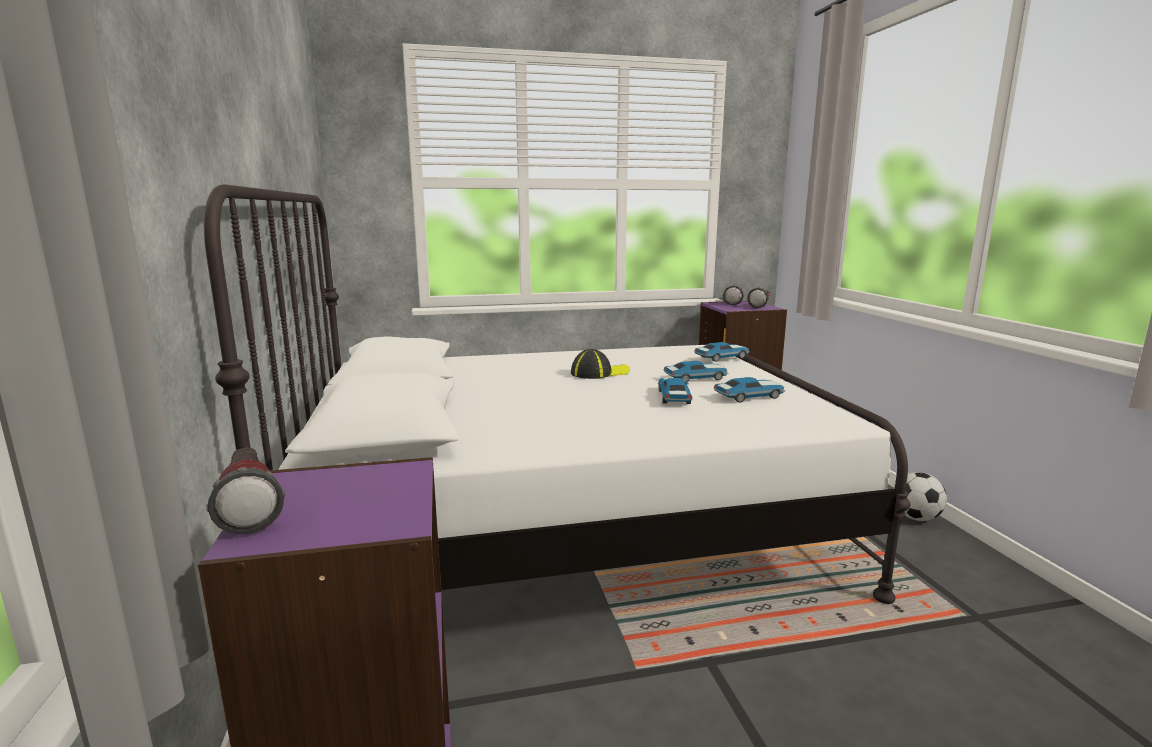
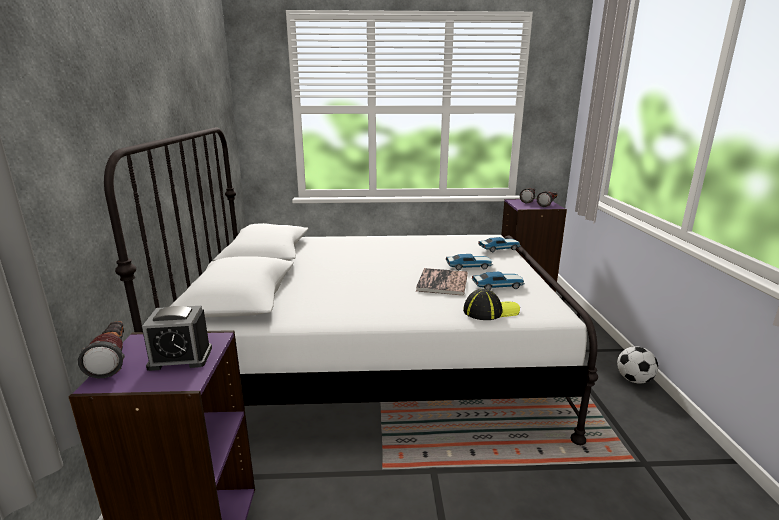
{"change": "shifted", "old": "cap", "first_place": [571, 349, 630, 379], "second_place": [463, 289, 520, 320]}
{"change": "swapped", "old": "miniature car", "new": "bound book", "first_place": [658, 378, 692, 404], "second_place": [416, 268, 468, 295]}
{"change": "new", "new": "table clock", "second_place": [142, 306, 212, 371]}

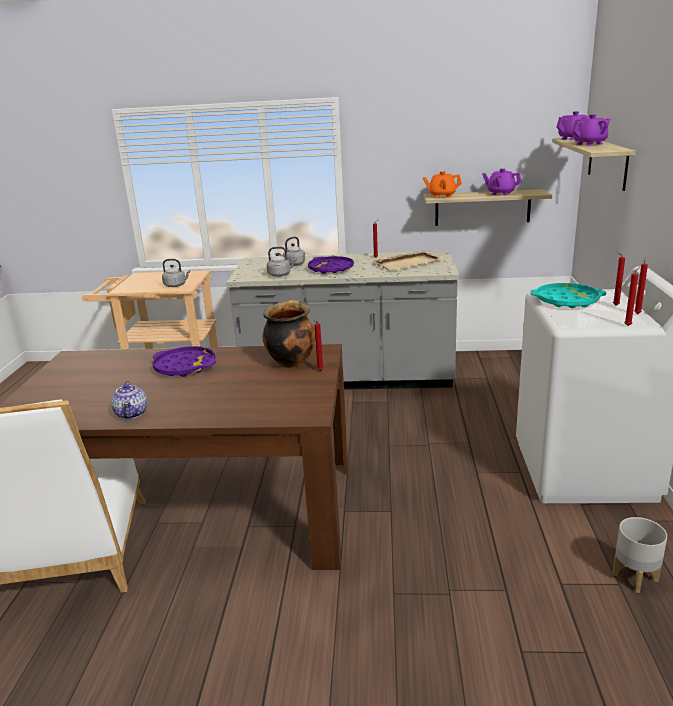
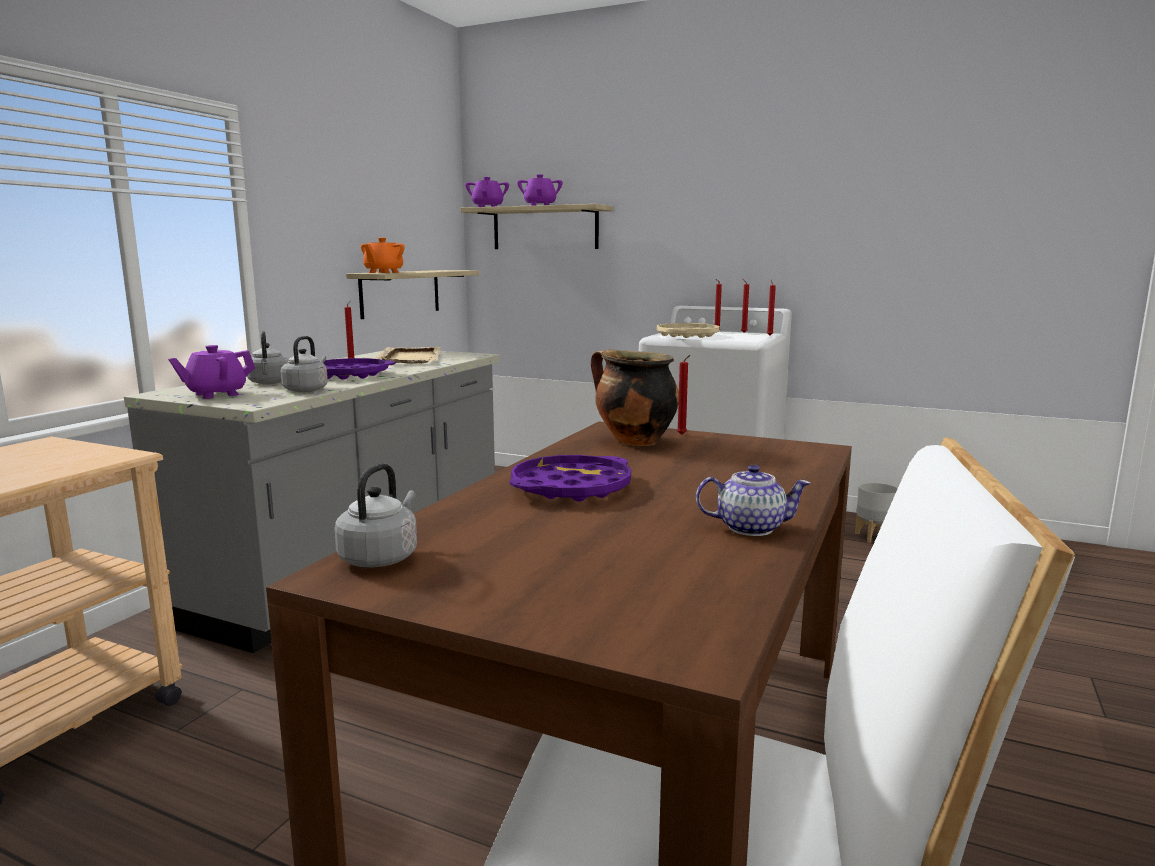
{"change": "shifted", "old": "purple tea pot", "first_place": [482, 168, 522, 195], "second_place": [168, 345, 255, 399]}
{"change": "shifted", "old": "greyish kettle", "first_place": [162, 259, 190, 287], "second_place": [334, 463, 417, 568]}
{"change": "repainted", "old": "blue-green carrying tray", "new": "beige carrying tray", "first_place": [530, 283, 606, 308], "second_place": [656, 323, 720, 338]}

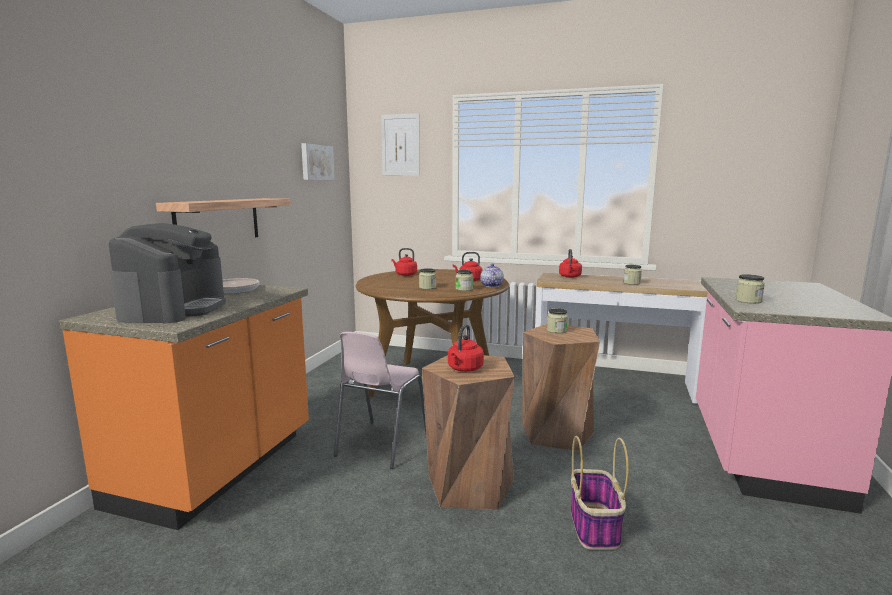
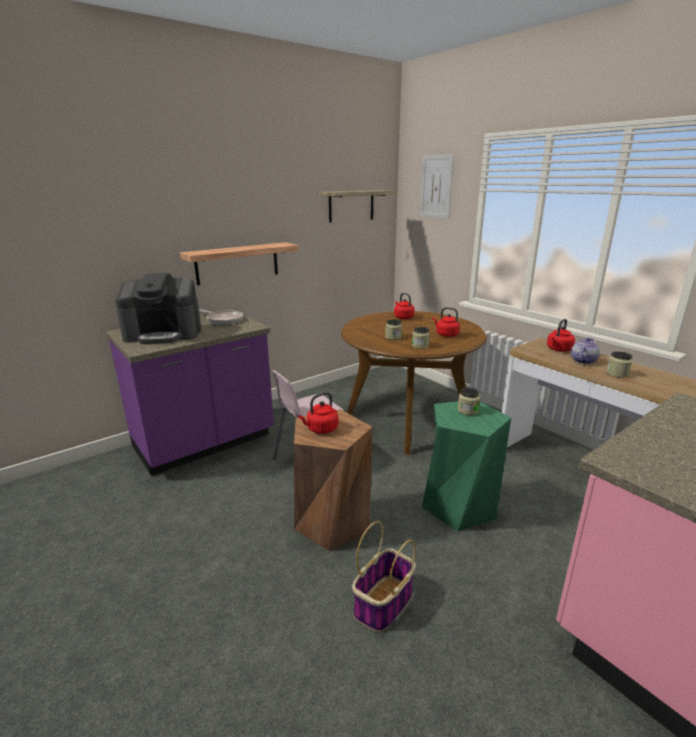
{"change": "swapped", "old": "picture", "new": "bracket shelf", "first_place": [301, 143, 335, 180], "second_place": [320, 190, 397, 223]}
{"change": "rotated", "old": "coffee machine", "first_place": [109, 223, 226, 323], "second_place": [116, 273, 202, 344], "degrees": 45}
{"change": "shifted", "old": "tea pot", "first_place": [480, 263, 504, 287], "second_place": [571, 338, 600, 364]}
{"change": "gone", "old": "jar", "first_place": [735, 274, 765, 304]}
{"change": "repainted", "old": "orangey counter", "new": "purple counter", "first_place": [59, 285, 309, 530], "second_place": [106, 309, 274, 476]}
{"change": "repainted", "old": "brownish stool", "new": "greenish stool", "first_place": [522, 324, 600, 451], "second_place": [422, 401, 511, 531]}

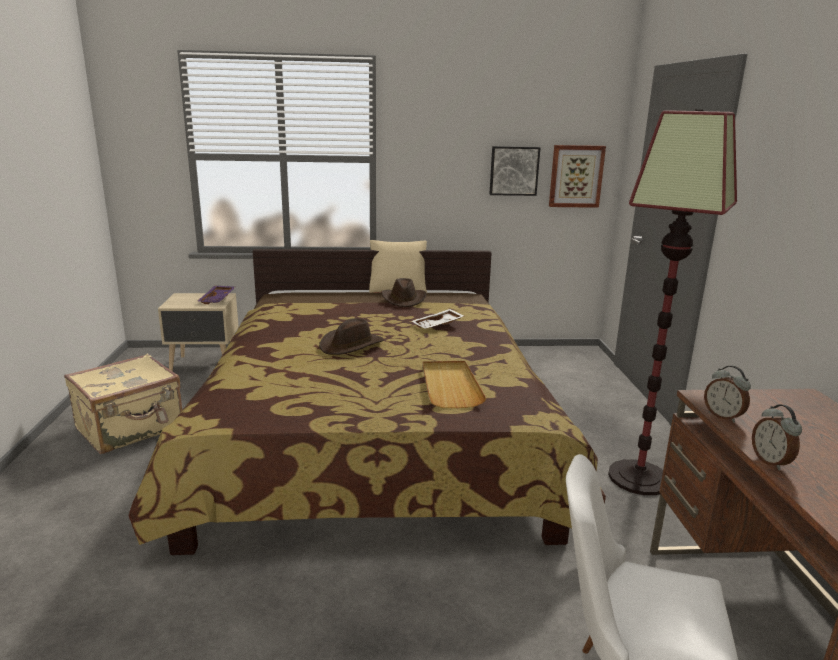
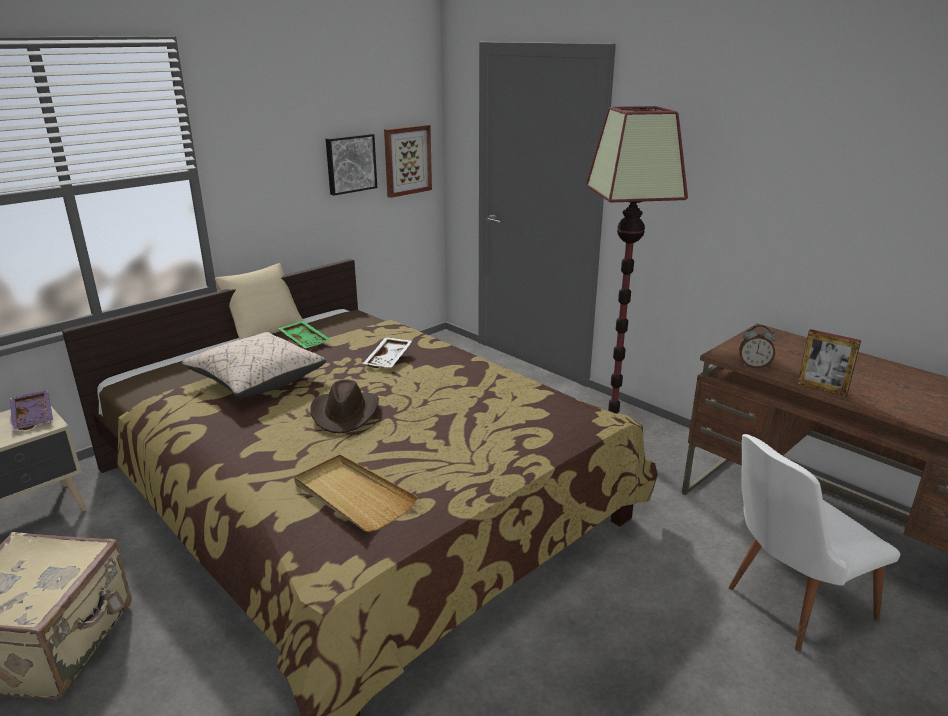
{"change": "swapped", "old": "brownish wearable hat", "new": "greenish carrying tray", "first_place": [382, 278, 426, 307], "second_place": [278, 321, 331, 349]}
{"change": "shifted", "old": "beige carrying tray", "first_place": [422, 361, 487, 408], "second_place": [294, 454, 417, 532]}
{"change": "swapped", "old": "table clock", "new": "picture frame", "first_place": [752, 405, 802, 470], "second_place": [797, 329, 861, 397]}
{"change": "new", "new": "beige pillow", "second_place": [182, 332, 326, 398]}

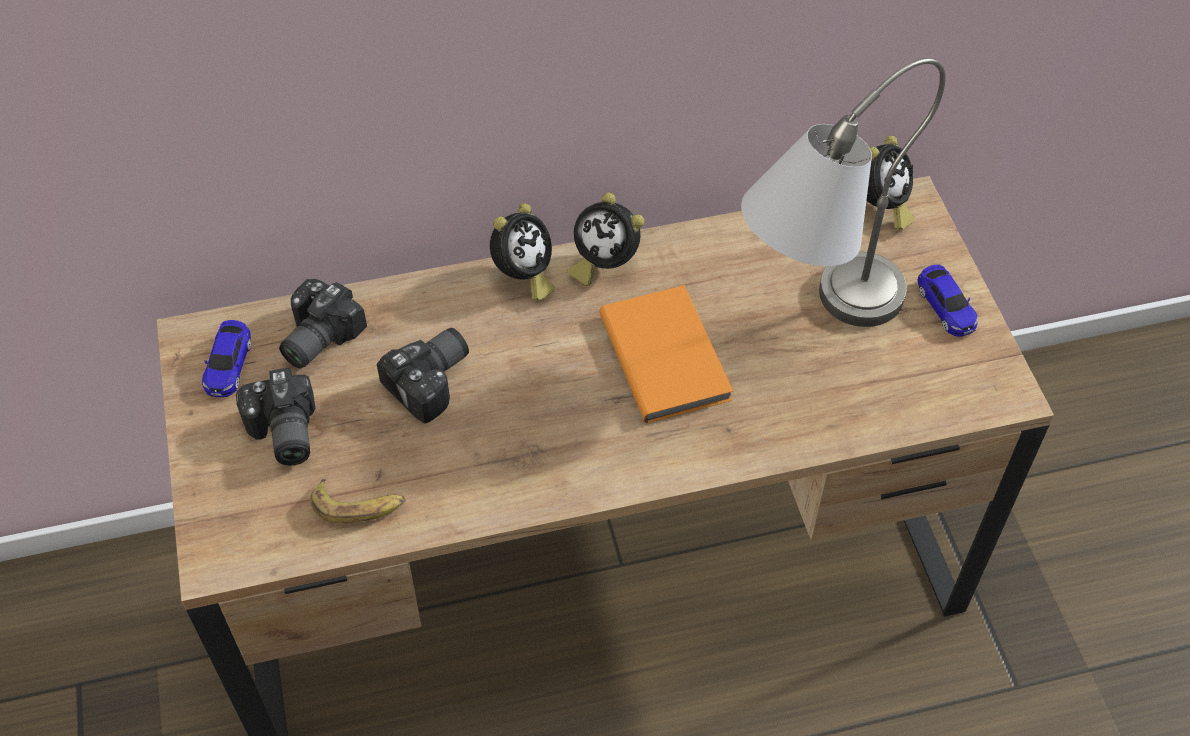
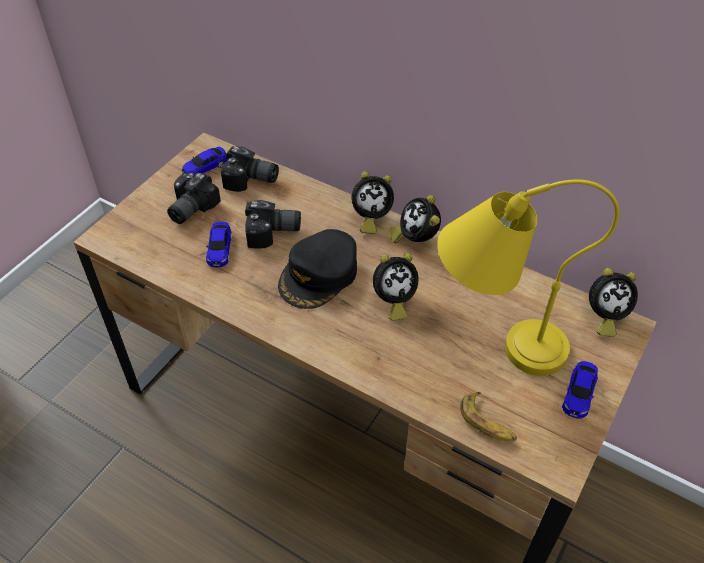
{"change": "repainted", "old": "greyish tabletop lamp", "new": "yellowish tabletop lamp", "first_place": [741, 58, 946, 327], "second_place": [437, 180, 619, 376]}
{"change": "rotated", "old": "photo camera", "first_place": [279, 279, 367, 369], "second_place": [221, 146, 279, 192], "degrees": -150}
{"change": "swapped", "old": "orangey bound book", "new": "table clock", "first_place": [599, 285, 733, 423], "second_place": [373, 253, 419, 320]}
{"change": "shifted", "old": "whole banana", "first_place": [310, 478, 406, 523], "second_place": [460, 392, 517, 441]}
{"change": "new", "new": "miniature car", "second_place": [206, 222, 232, 267]}
{"change": "new", "new": "black-coloured cap", "second_place": [278, 229, 357, 309]}

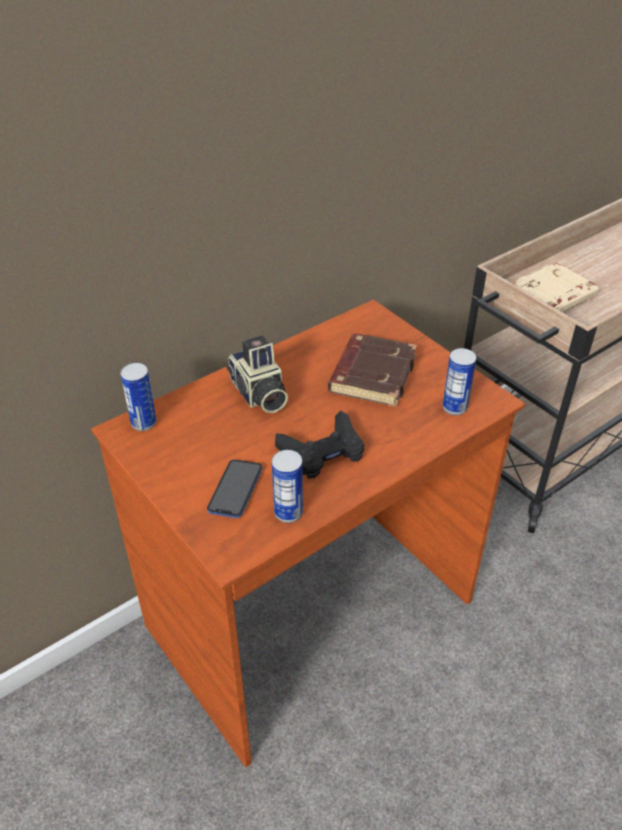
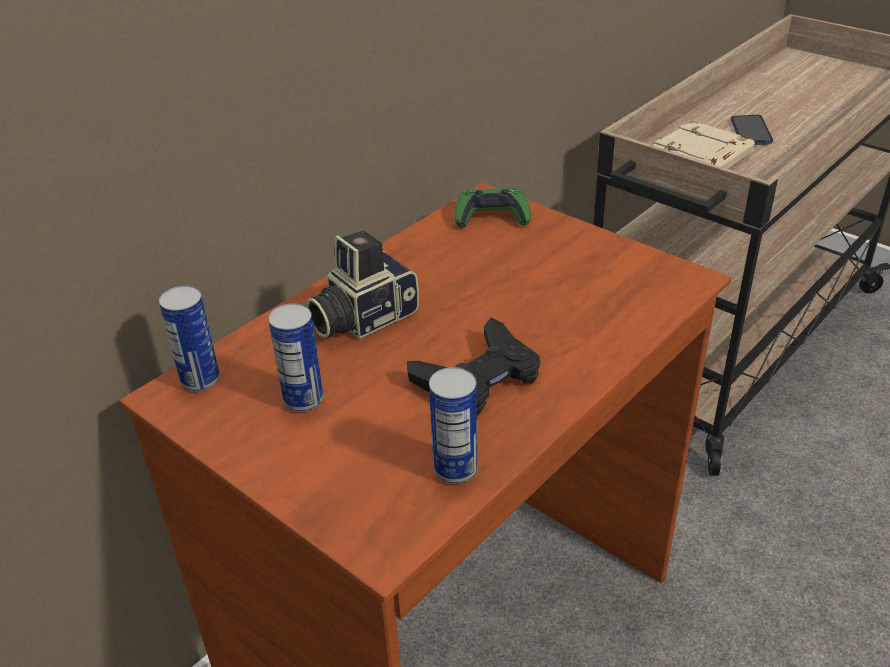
{"change": "gone", "old": "brownish bound book", "first_place": [328, 334, 417, 407]}
{"change": "rotated", "old": "photo camera", "first_place": [226, 335, 288, 413], "second_place": [305, 231, 419, 339], "degrees": 90}
{"change": "shifted", "old": "sealed can", "first_place": [442, 348, 476, 415], "second_place": [268, 303, 323, 412]}
{"change": "shifted", "old": "phone", "first_place": [207, 460, 263, 518], "second_place": [731, 115, 773, 145]}
{"change": "new", "new": "greenish game controller", "second_place": [454, 188, 531, 228]}

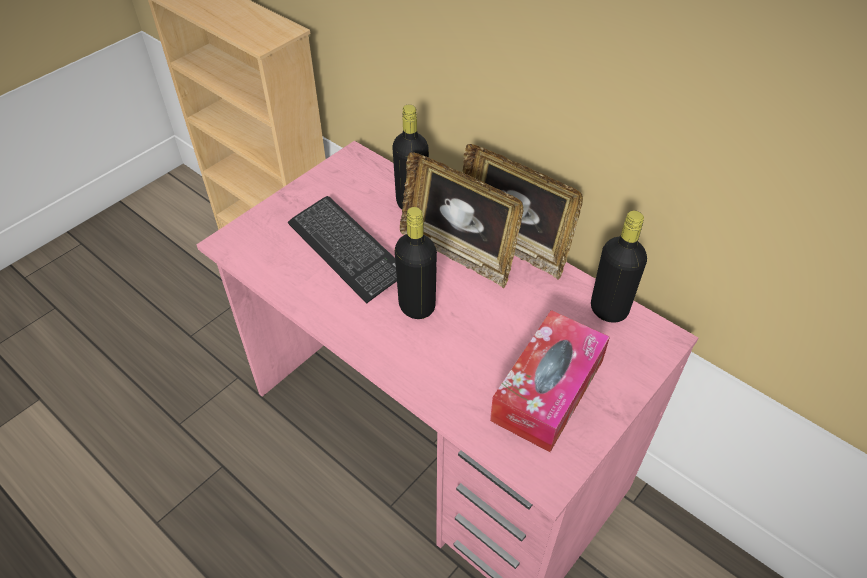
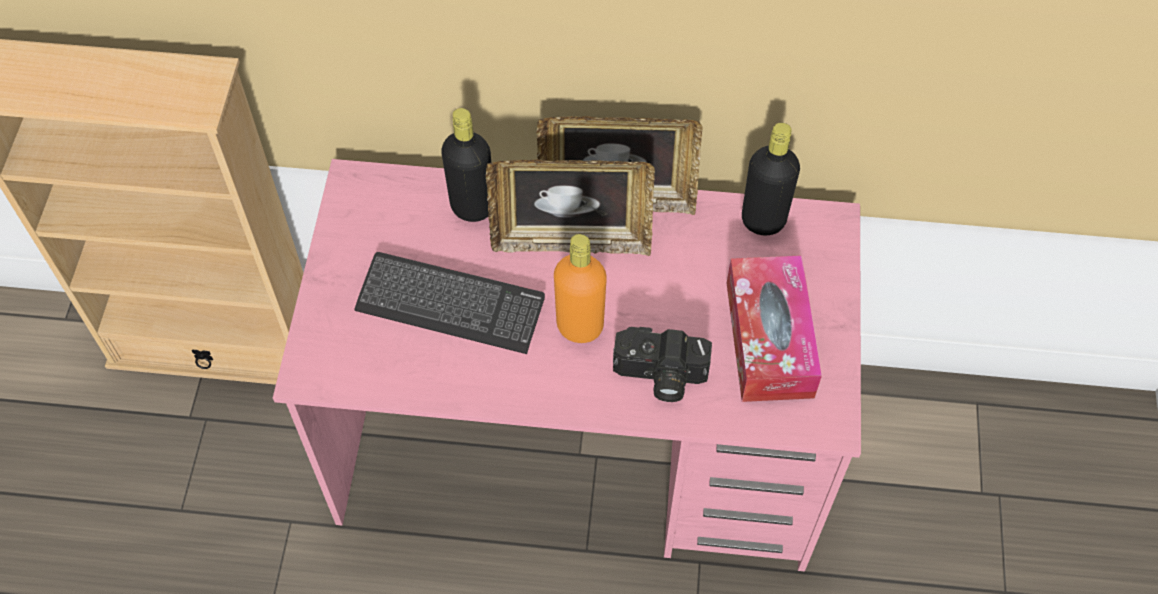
{"change": "repainted", "old": "black-coloured beverage bottle", "new": "orangey beverage bottle", "first_place": [395, 207, 437, 319], "second_place": [554, 234, 607, 343]}
{"change": "new", "new": "photo camera", "second_place": [613, 327, 712, 402]}

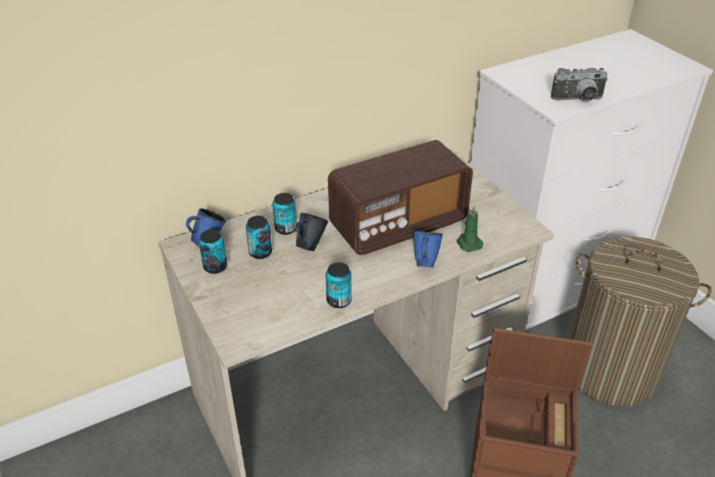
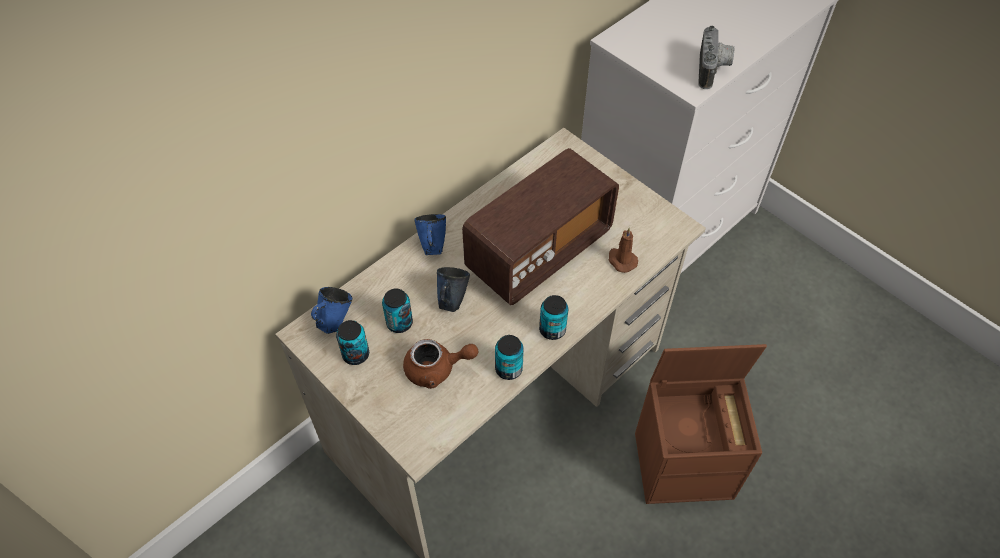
{"change": "rotated", "old": "photo camera", "first_place": [551, 68, 608, 101], "second_place": [698, 26, 734, 89], "degrees": -60}
{"change": "shifted", "old": "sealed can", "first_place": [273, 193, 297, 235], "second_place": [539, 295, 568, 340]}
{"change": "repainted", "old": "greenish wax light", "new": "brownish wax light", "first_place": [457, 206, 483, 252], "second_place": [608, 228, 638, 273]}
{"change": "shifted", "old": "blue-coloured mug", "first_place": [413, 231, 443, 268], "second_place": [414, 214, 446, 255]}
{"change": "gone", "old": "hamper", "first_place": [568, 237, 712, 406]}
{"change": "new", "new": "brownish tea pot", "second_place": [403, 339, 478, 389]}

